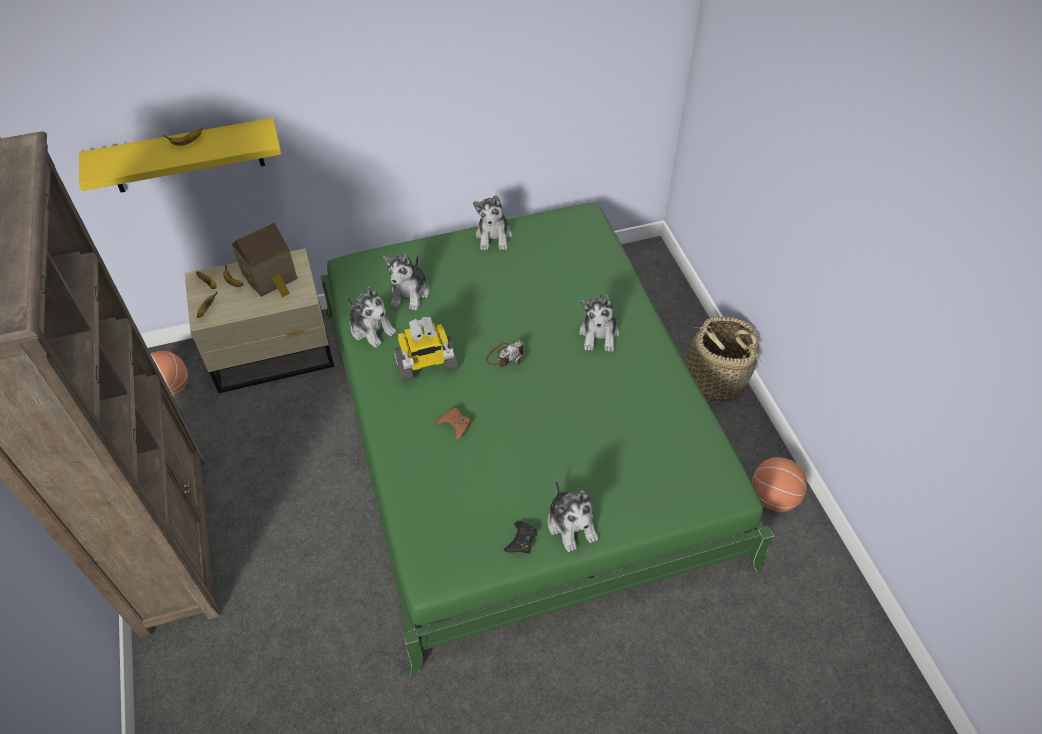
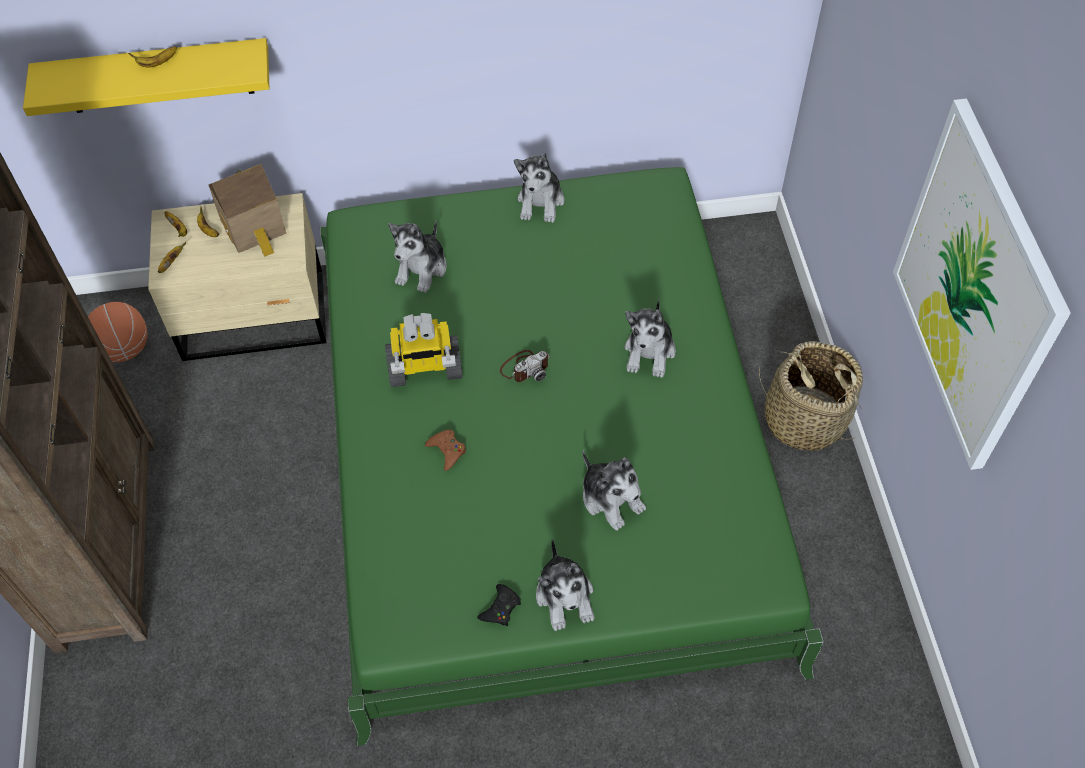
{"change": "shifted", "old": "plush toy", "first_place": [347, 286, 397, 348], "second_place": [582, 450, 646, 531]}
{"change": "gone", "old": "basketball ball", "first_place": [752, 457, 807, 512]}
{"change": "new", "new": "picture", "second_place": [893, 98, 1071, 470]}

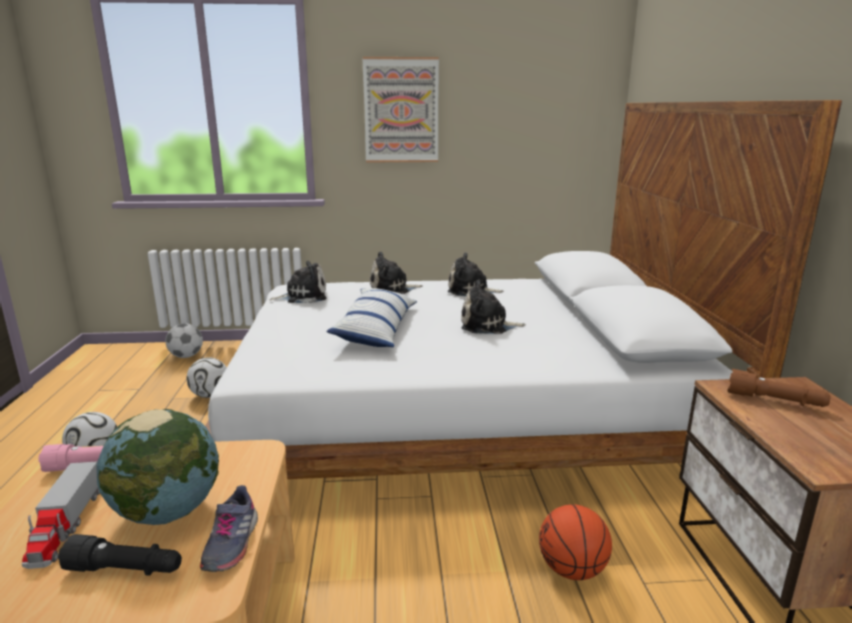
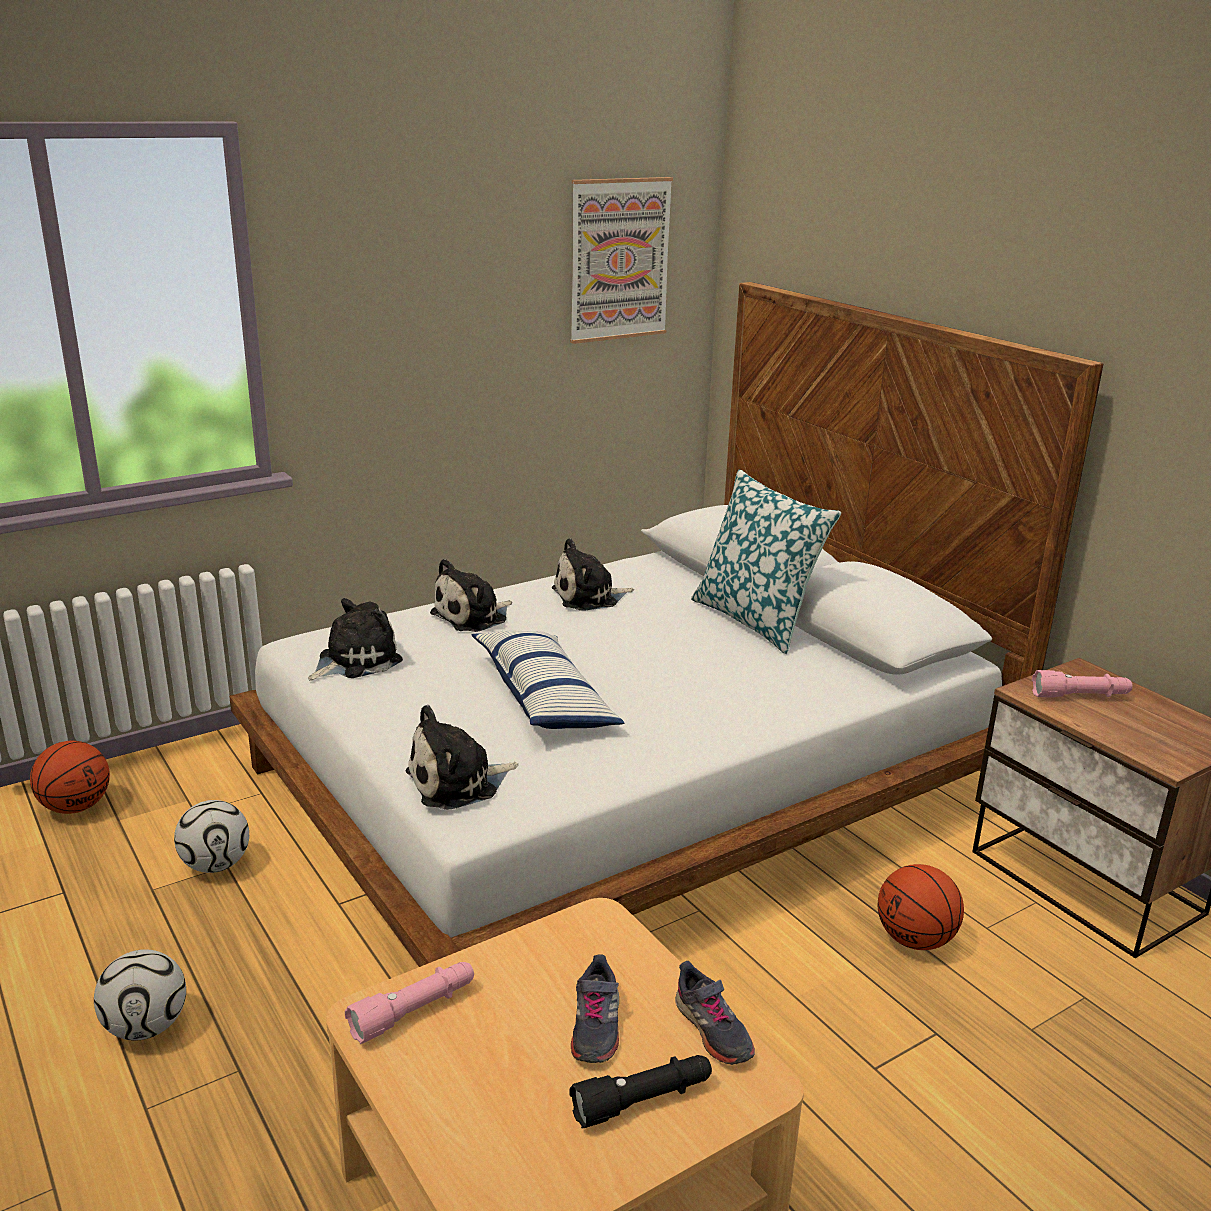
{"change": "shifted", "old": "picture", "first_place": [363, 57, 439, 162], "second_place": [570, 177, 673, 344]}
{"change": "shifted", "old": "plush toy", "first_place": [461, 280, 526, 334], "second_place": [406, 705, 518, 810]}
{"change": "swapped", "old": "football", "new": "basketball ball", "first_place": [165, 323, 203, 358], "second_place": [30, 741, 110, 814]}
{"change": "repainted", "old": "brownish flashlight", "new": "pinkish flashlight", "first_place": [727, 369, 831, 407], "second_place": [1032, 670, 1132, 698]}
{"change": "swapped", "old": "globe", "new": "greyish low shoe", "first_place": [96, 409, 219, 525], "second_place": [571, 954, 619, 1063]}
{"change": "gone", "old": "toy lorry", "first_place": [22, 461, 100, 569]}
{"change": "new", "new": "pillow", "second_place": [691, 469, 841, 654]}

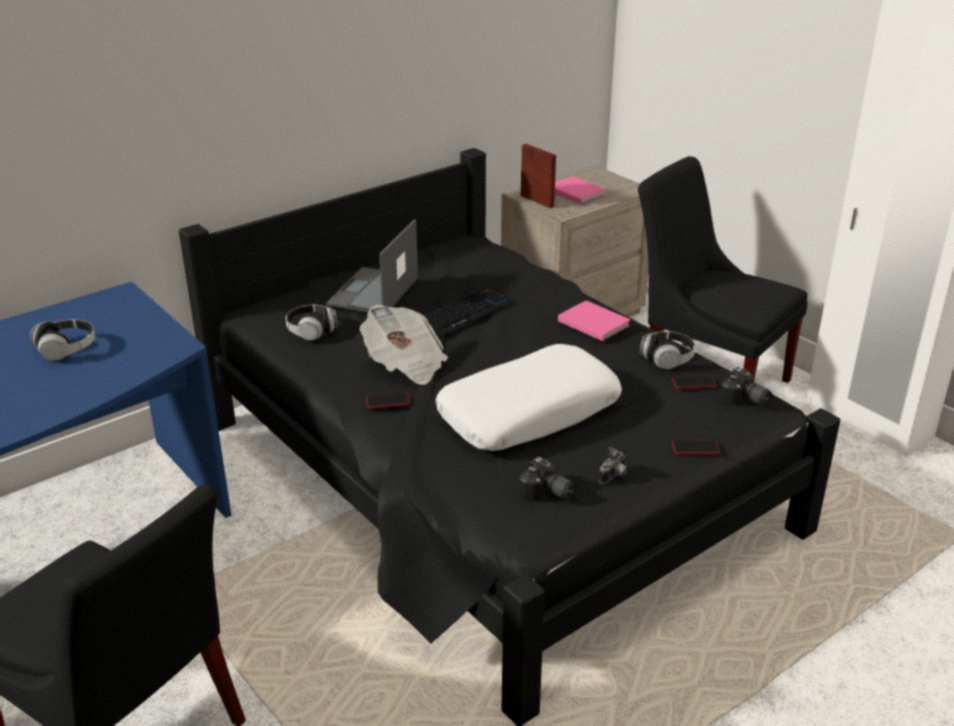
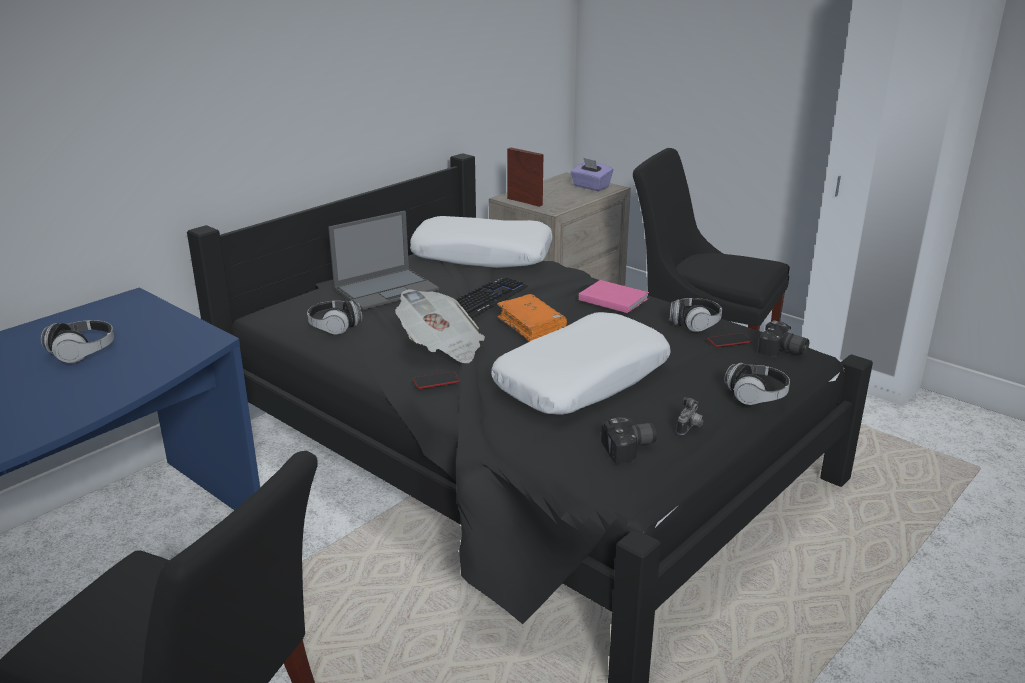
{"change": "gone", "old": "pinkish bound book", "first_place": [555, 176, 607, 204]}
{"change": "rotated", "old": "laptop", "first_place": [326, 219, 418, 313], "second_place": [328, 211, 439, 310], "degrees": -135}
{"change": "swapped", "old": "phone", "new": "headset", "first_place": [672, 440, 720, 455], "second_place": [724, 363, 790, 405]}
{"change": "rotated", "old": "photo camera", "first_place": [518, 456, 576, 501], "second_place": [601, 417, 657, 464], "degrees": -45}
{"change": "new", "new": "purple tissue box", "second_place": [570, 158, 613, 191]}
{"change": "new", "new": "white pillow", "second_place": [410, 216, 552, 268]}
{"change": "new", "new": "orangey bound book", "second_place": [497, 294, 567, 342]}

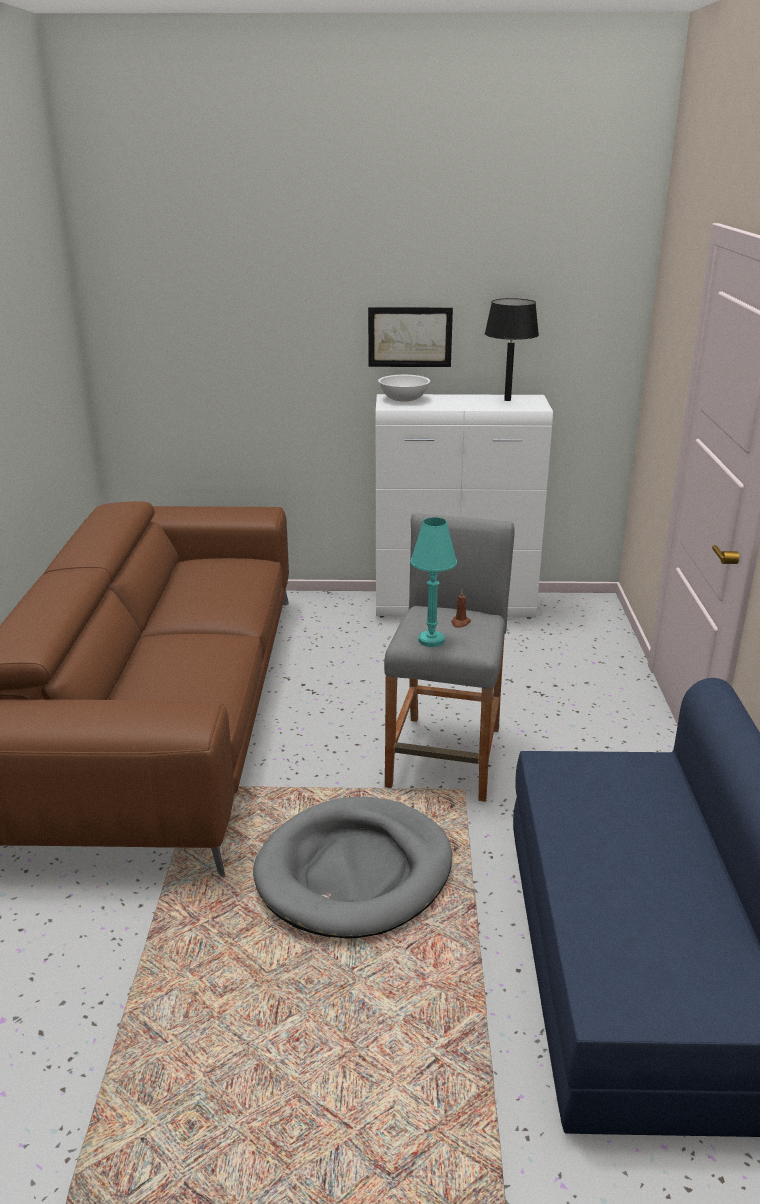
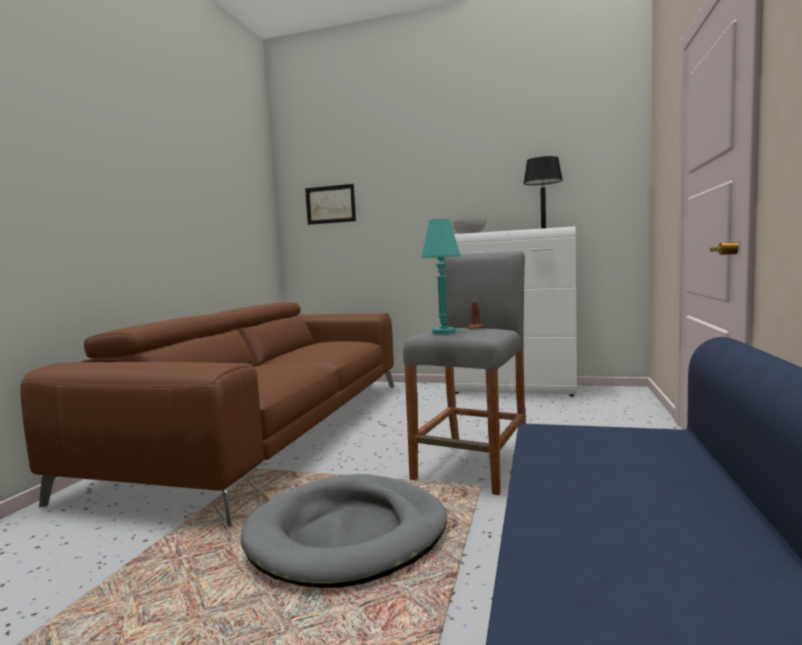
{"change": "shifted", "old": "picture", "first_place": [368, 307, 453, 367], "second_place": [305, 184, 356, 225]}

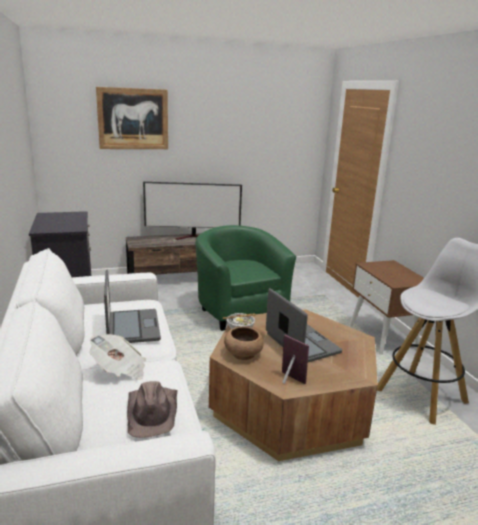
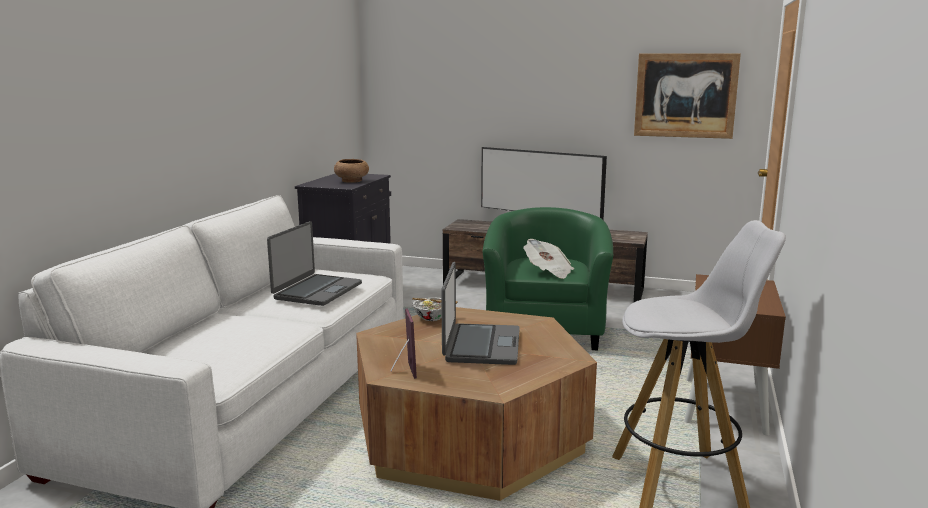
{"change": "shifted", "old": "picture", "first_place": [96, 87, 168, 149], "second_place": [634, 53, 741, 139]}
{"change": "shifted", "old": "brownish deep dish", "first_place": [224, 326, 264, 360], "second_place": [334, 159, 369, 183]}
{"change": "shifted", "old": "newspaper", "first_place": [89, 334, 146, 380], "second_place": [523, 239, 574, 279]}
{"change": "gone", "old": "brownish wearable hat", "first_place": [127, 381, 178, 438]}

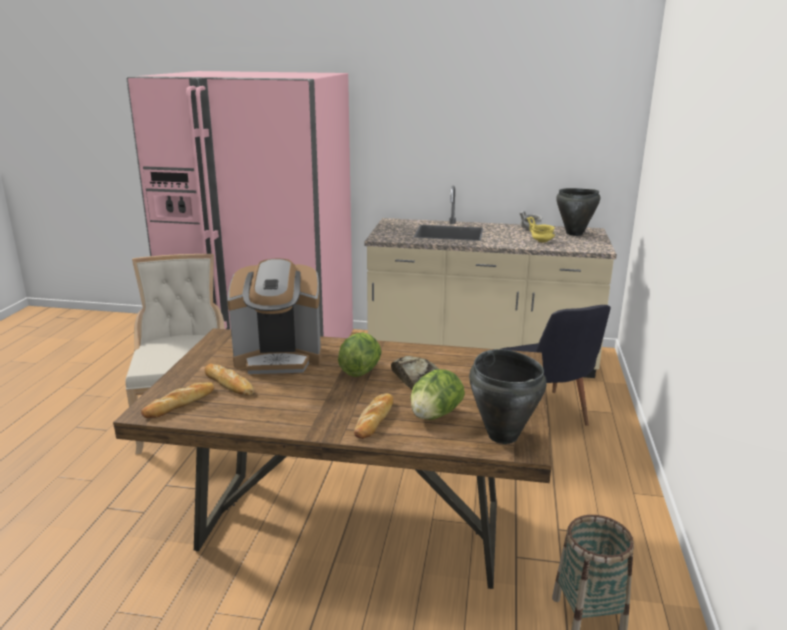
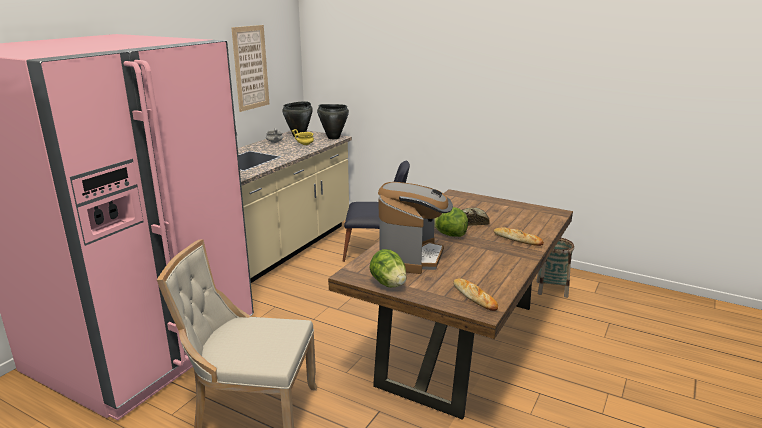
{"change": "shifted", "old": "black-coloured saucepot", "first_place": [469, 349, 546, 444], "second_place": [317, 104, 349, 139]}
{"change": "gone", "old": "bread", "first_place": [205, 364, 254, 395]}
{"change": "shifted", "old": "lettuce", "first_place": [411, 369, 465, 420], "second_place": [369, 249, 407, 287]}
{"change": "new", "new": "picture", "second_place": [231, 25, 269, 112]}

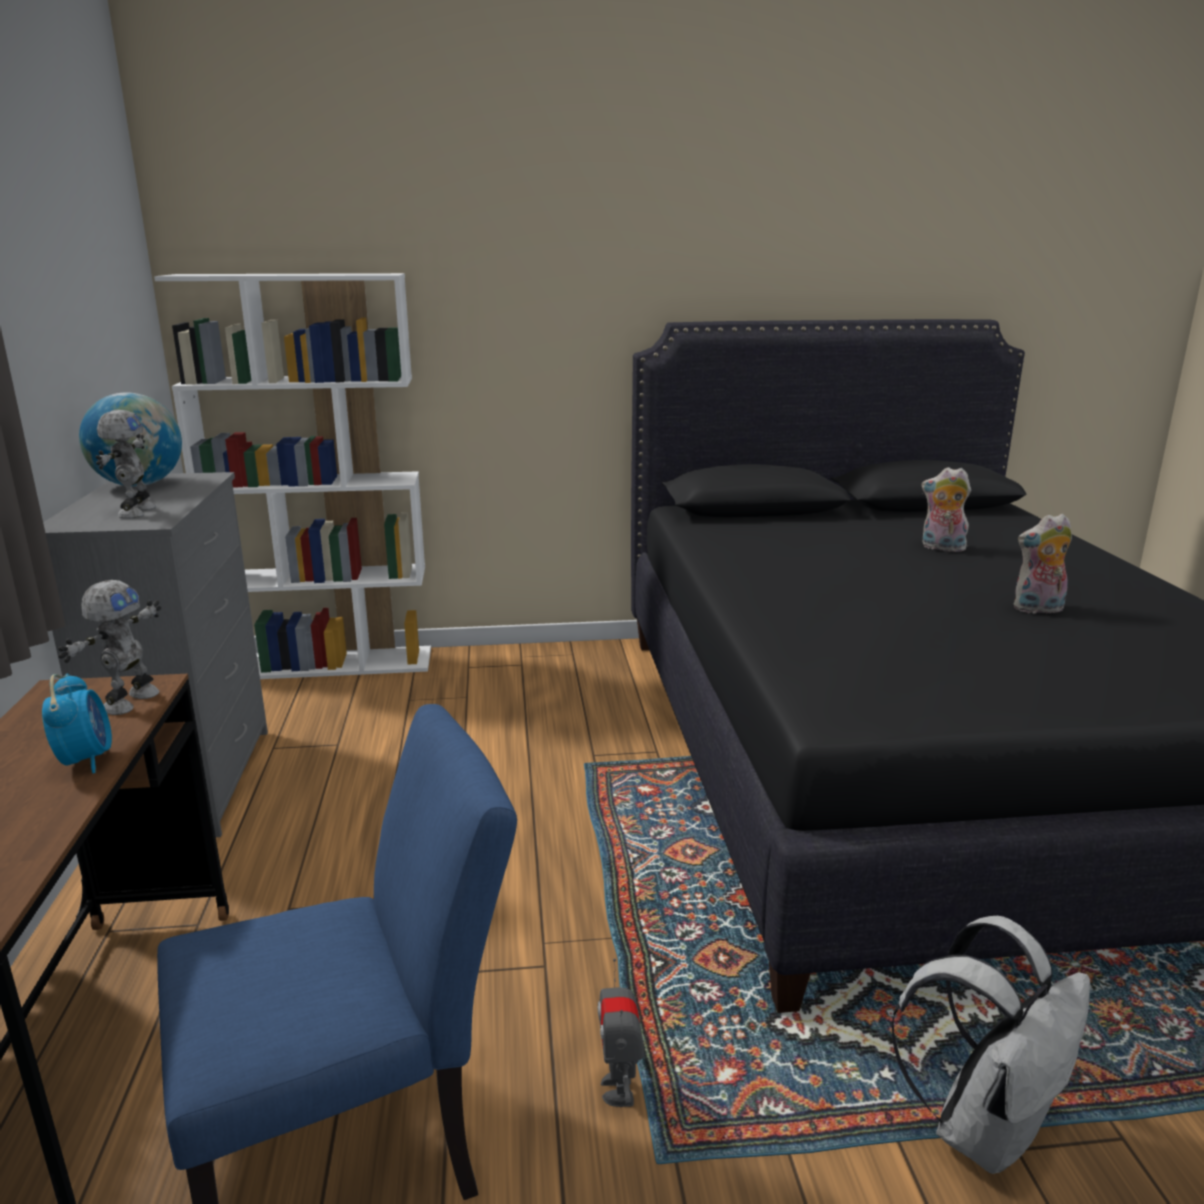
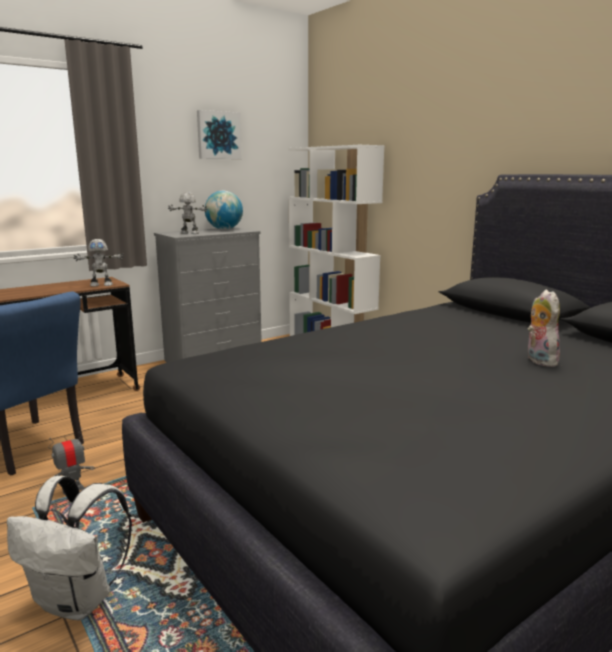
{"change": "rotated", "old": "toy robot", "first_place": [96, 410, 156, 519], "second_place": [168, 192, 208, 234], "degrees": -135}
{"change": "gone", "old": "plush toy", "first_place": [1014, 514, 1072, 614]}
{"change": "gone", "old": "table clock", "first_place": [42, 674, 112, 773]}
{"change": "new", "new": "picture", "second_place": [197, 110, 241, 159]}

